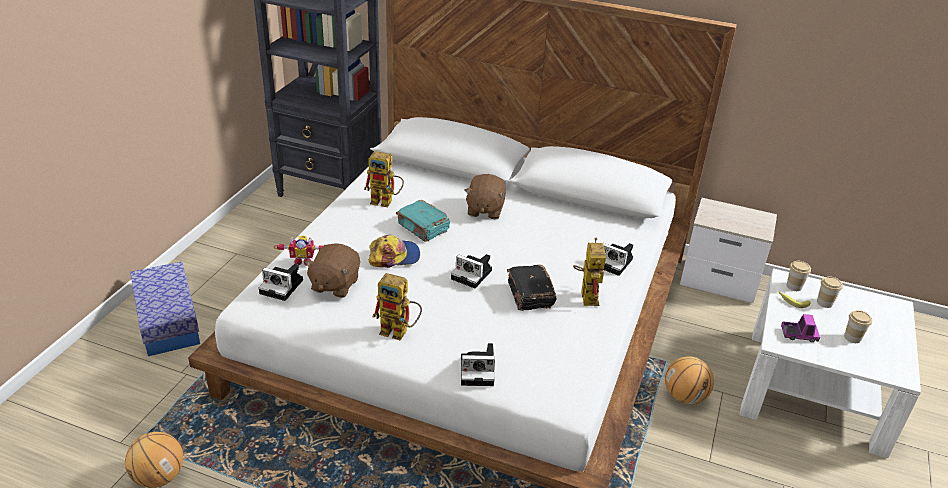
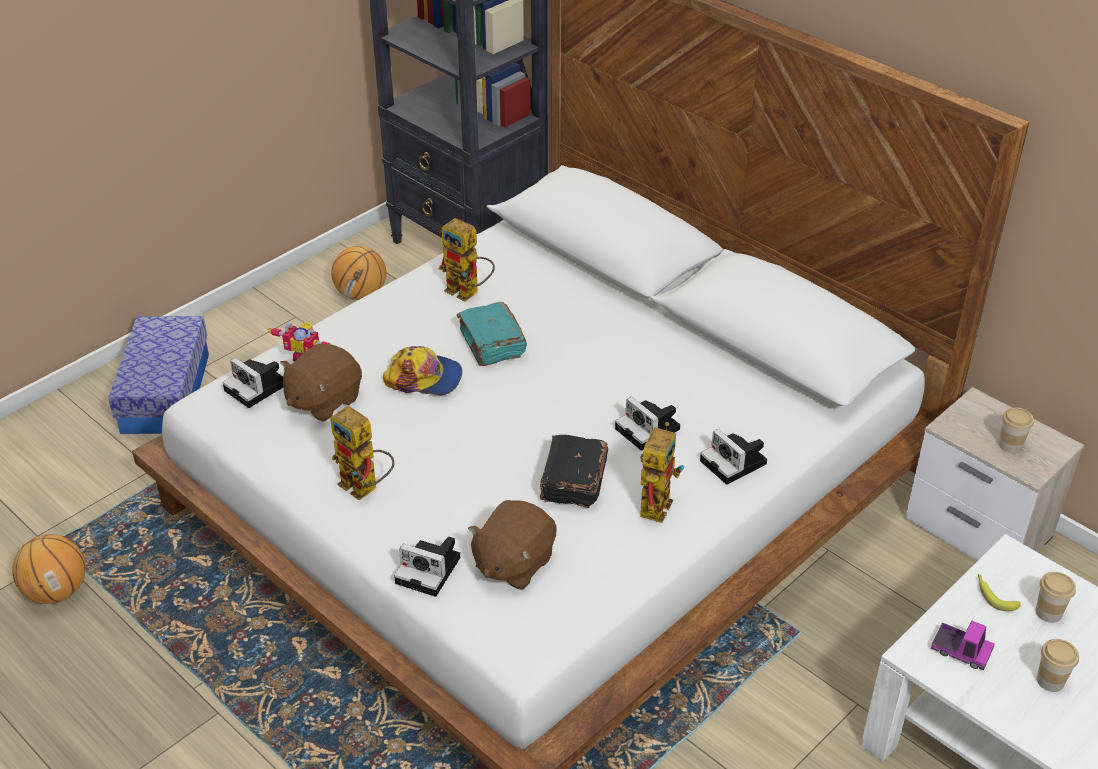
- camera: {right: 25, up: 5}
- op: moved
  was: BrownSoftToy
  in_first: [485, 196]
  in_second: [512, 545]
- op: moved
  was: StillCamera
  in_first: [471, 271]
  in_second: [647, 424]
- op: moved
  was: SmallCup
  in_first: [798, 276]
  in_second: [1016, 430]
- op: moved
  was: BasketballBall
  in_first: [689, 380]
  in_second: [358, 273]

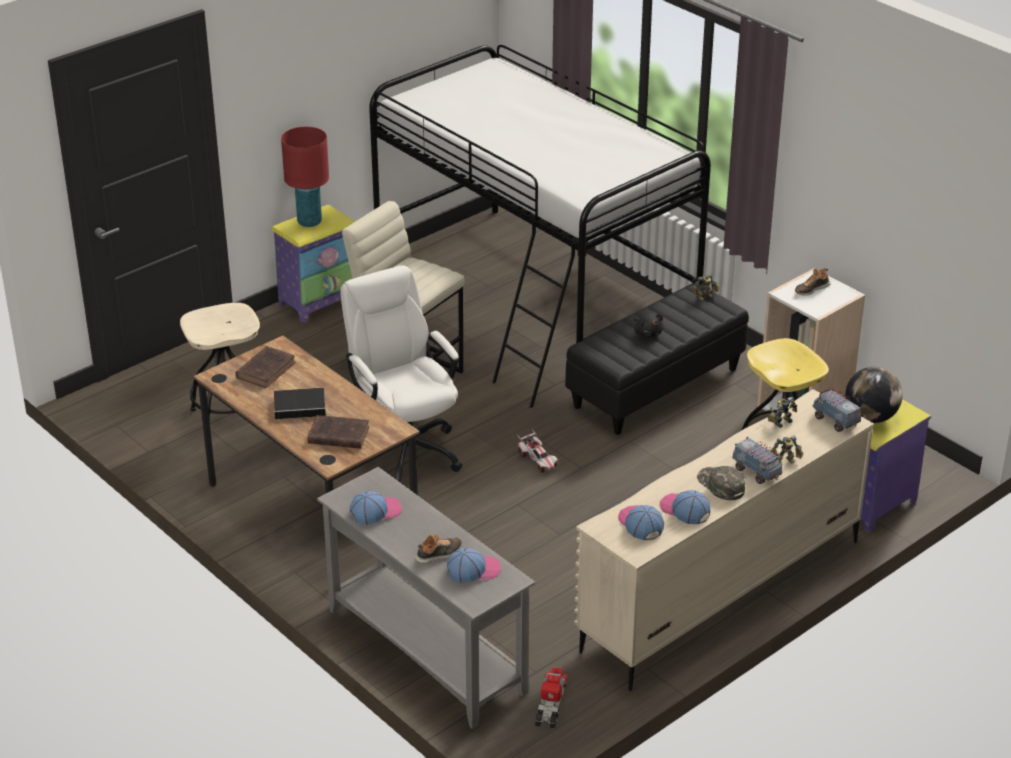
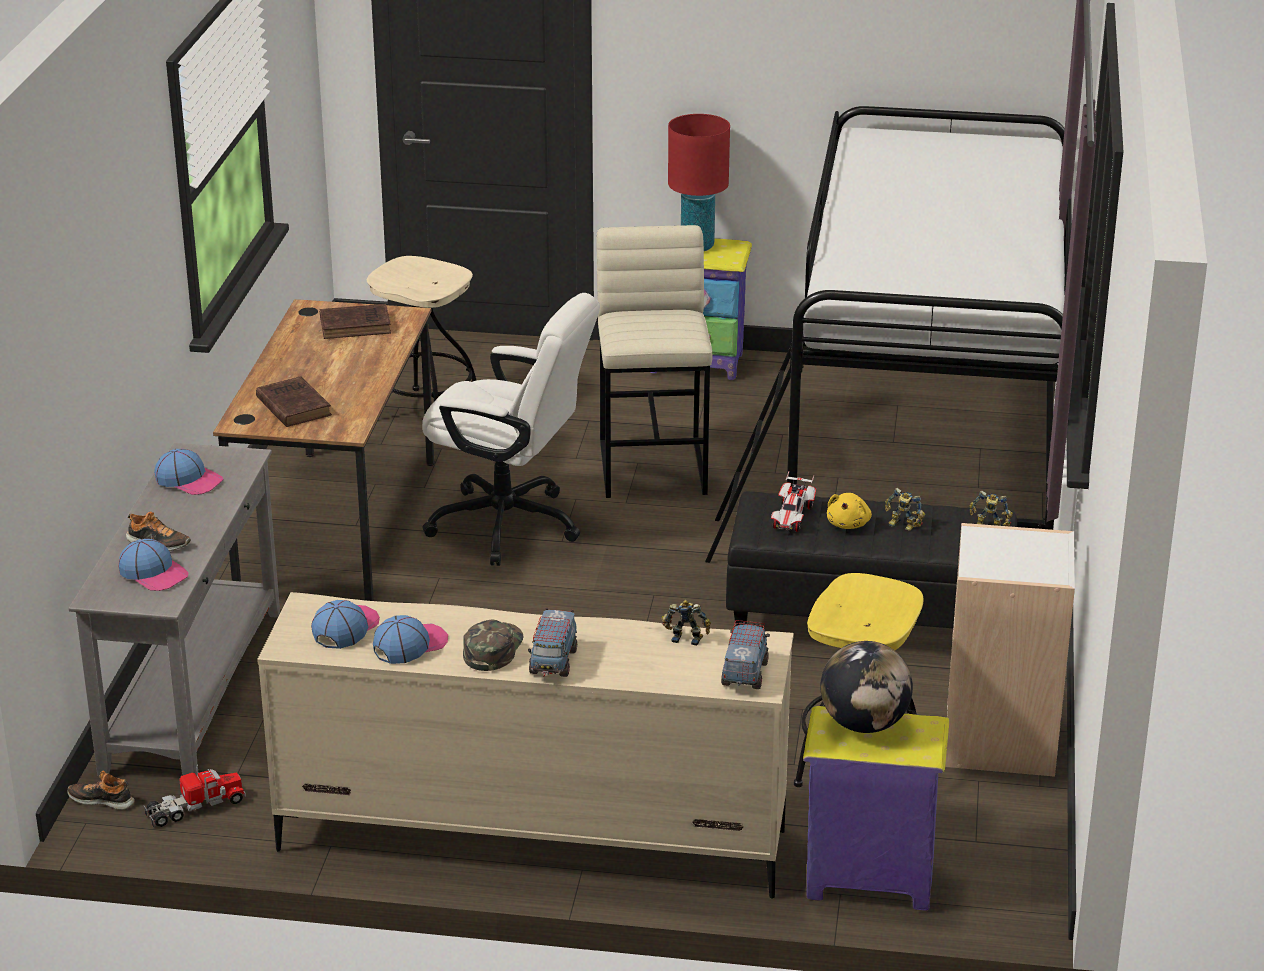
- camera: {right: 50, up: -5}
- op: turned
  was: WhiteColouredDeskChair
  in_first: [401, 374]
  in_second: [511, 429]
  clockwise: 90
- op: moved
  was: Shoe
  in_first: [813, 282]
  in_second: [101, 790]
- op: recoloured
  was: BlackSoftToy
  now: YellowSoftToy
  in_first: [649, 325]
  in_second: [849, 511]
- op: removed
  was: Volume
  in_first: [304, 403]
- op: moved
  was: MiniatureCar
  in_first: [538, 451]
  in_second: [793, 502]
- op: moved
  was: ModelRobot
  in_first: [786, 451]
  in_second: [905, 509]
- op: turned
  was: Cap
  in_first: [685, 507]
  in_second: [410, 639]
  clockwise: 45

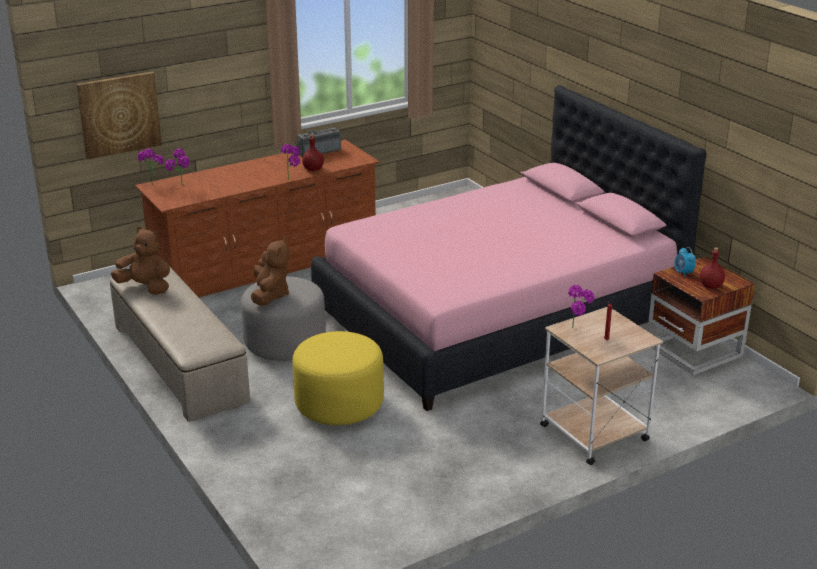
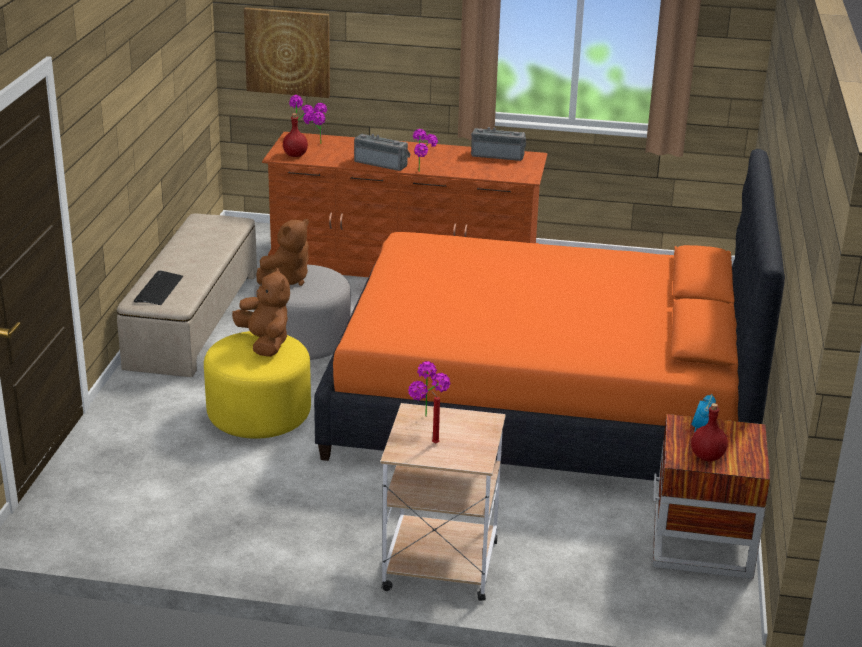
- camera: {right: 40, up: 0}
- op: recoloured
  was: PinkishBed
  now: OrangeColouredBed
  in_first: [508, 248]
  in_second: [549, 315]
- op: moved
  was: ReddishDrinkBottle
  in_first: [313, 152]
  in_second: [295, 135]
- op: moved
  was: BrownSoftToy
  in_first: [140, 261]
  in_second: [261, 312]
- op: added
  now: RadioReceiver
  in_second: [382, 152]
- op: added
  now: ComputerKeyboard
  in_second: [158, 287]

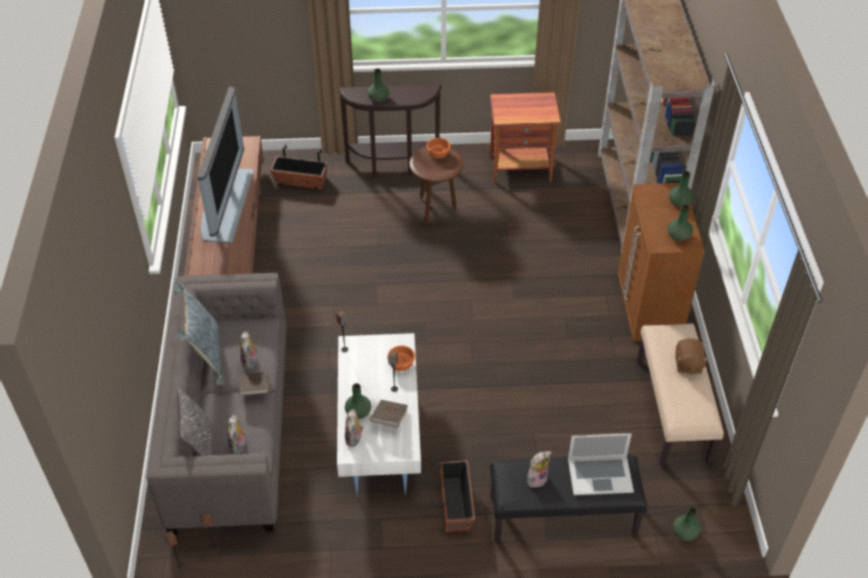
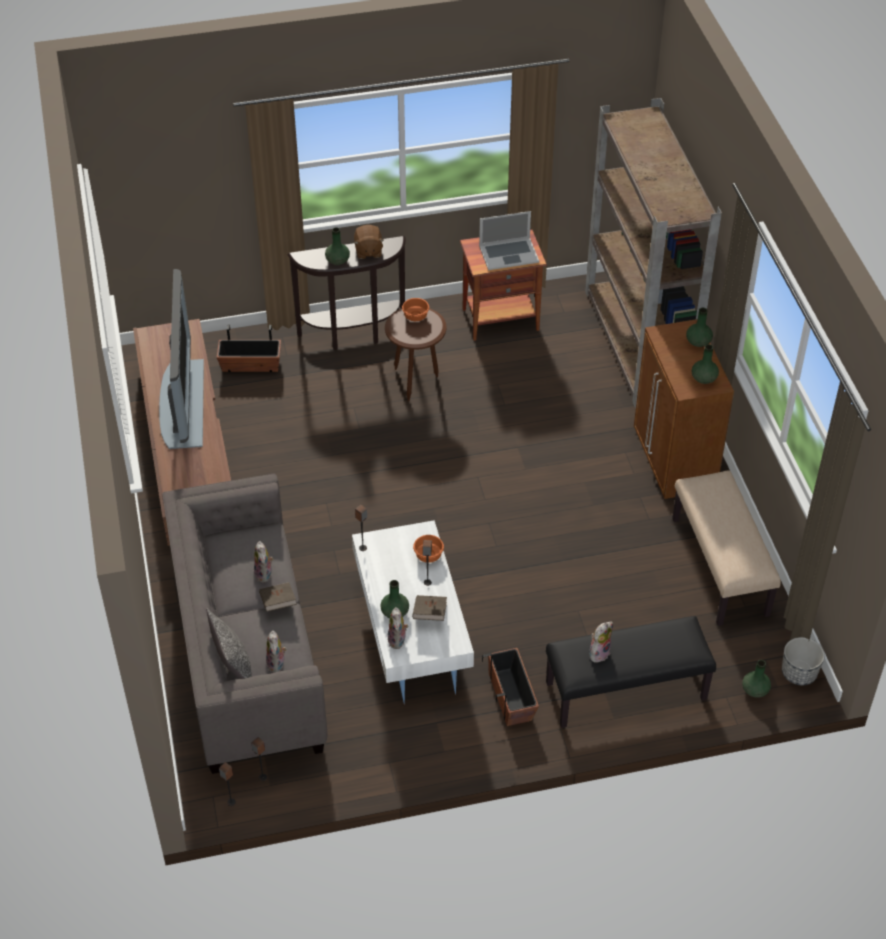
- camera: {right: -10, up: 0}
- op: removed
  was: Pillow
  in_first: [199, 332]
- op: moved
  was: BrownSoftToy
  in_first: [692, 356]
  in_second: [369, 242]
- op: moved
  was: Laptop
  in_first: [601, 464]
  in_second: [509, 240]
- op: added
  now: FlowerPot
  in_second: [803, 661]

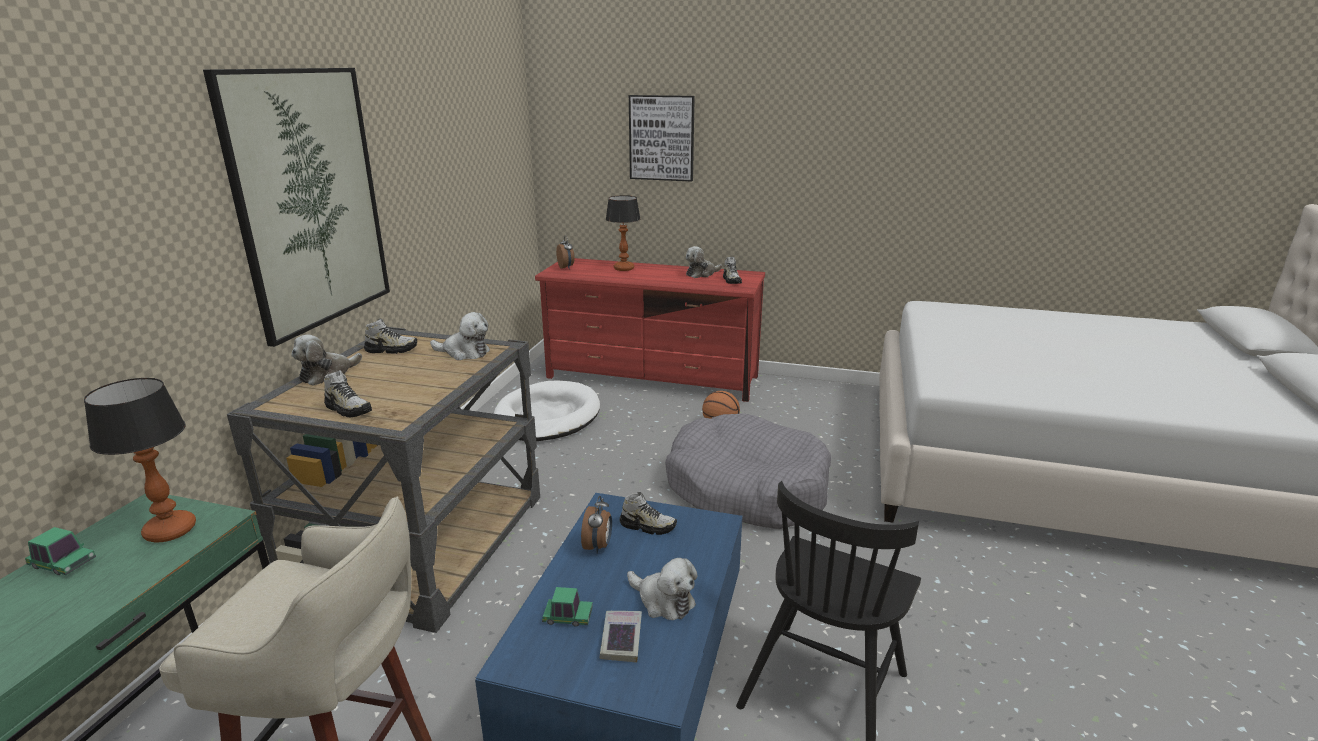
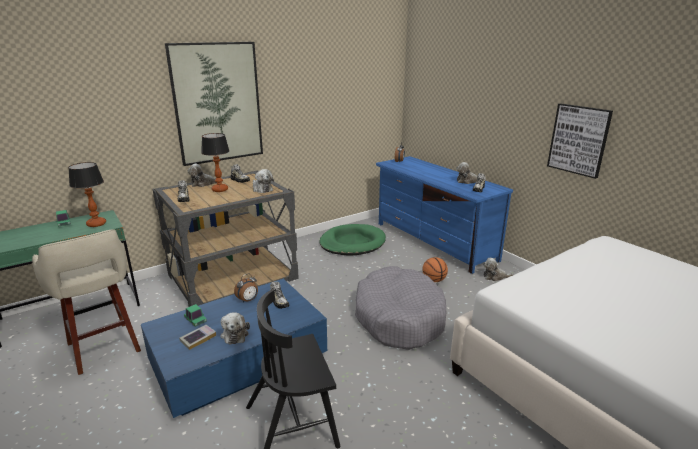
- camera: {right: 40, up: 0}
- op: moved
  was: WallPicture
  in_first: [662, 138]
  in_second: [580, 141]
- op: moved
  was: LampForATable
  in_first: [623, 233]
  in_second: [215, 162]
- op: recoloured
  was: ReddishDresser
  now: BlueDresser
  in_first: [650, 330]
  in_second: [444, 215]
- op: recoloured
  was: WhiteColouredPetBed
  now: GreenishPetBed
  in_first: [547, 410]
  in_second: [353, 239]
- op: added
  now: SoftToy
  in_second: [498, 269]

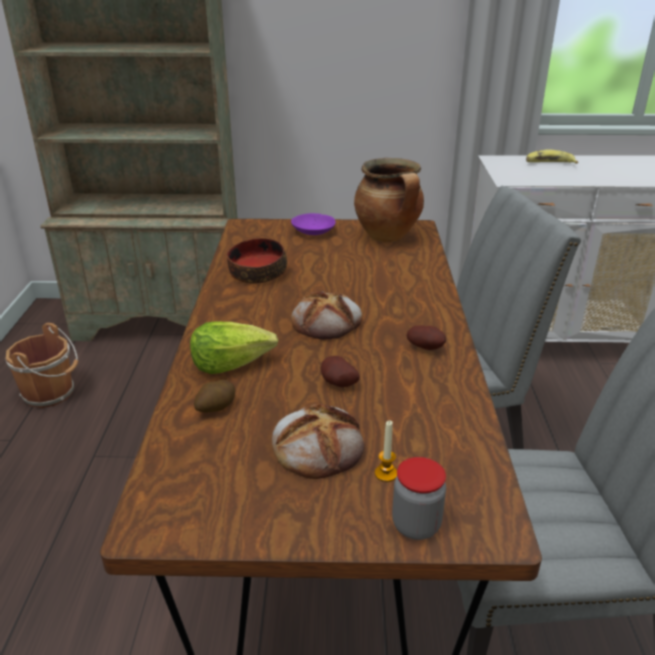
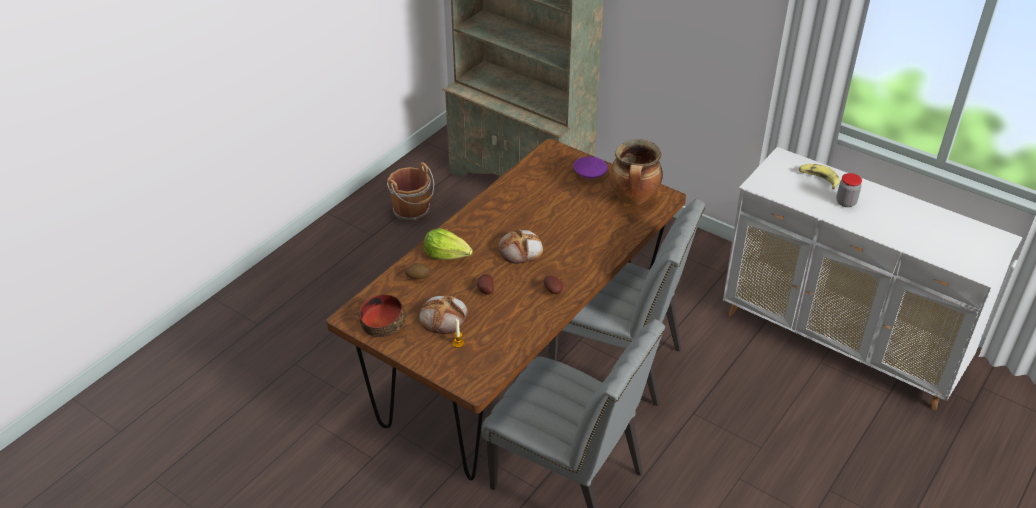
- camera: {right: 35, up: 10}
- op: moved
  was: Bowl
  in_first: [257, 261]
  in_second: [382, 315]
- op: moved
  was: Jar
  in_first: [419, 498]
  in_second: [849, 190]

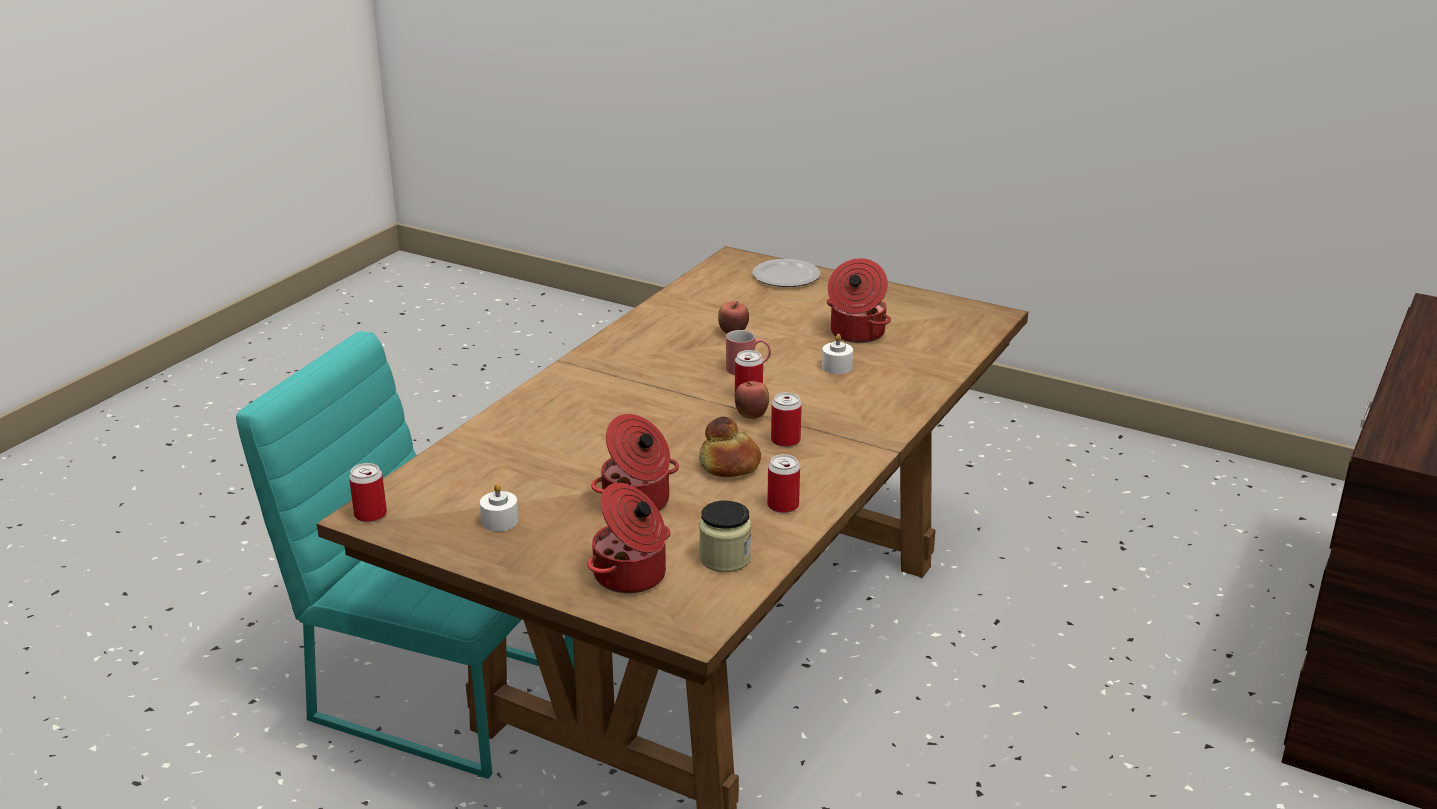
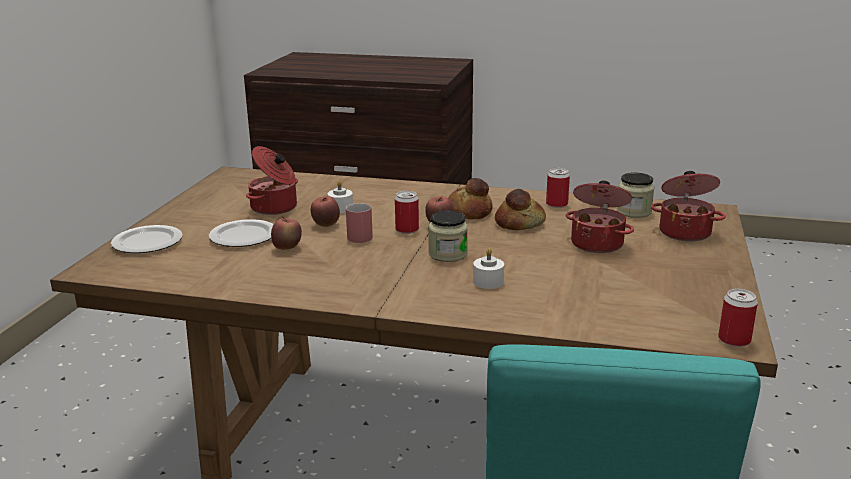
- camera: {right: -105, up: -5}
- op: replaced
  was: MetalCan
  now: BakedBread
  in_first: [786, 420]
  in_second: [470, 198]
- op: moved
  was: WhiteColouredCandle
  in_first: [499, 507]
  in_second: [488, 268]
- op: added
  now: AppleFruit
  in_second: [325, 211]
- op: added
  now: Jar
  in_second: [448, 236]
- op: added
  now: DinnerPlate
  in_second: [241, 233]

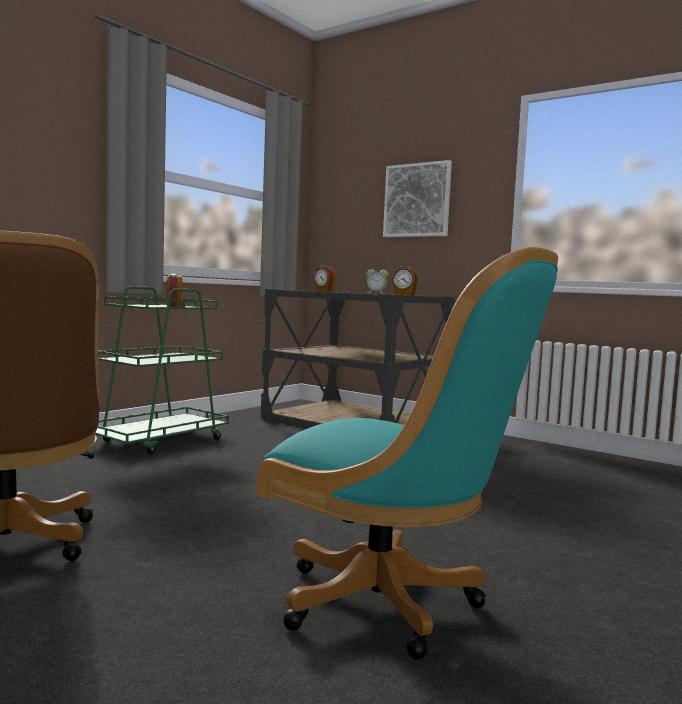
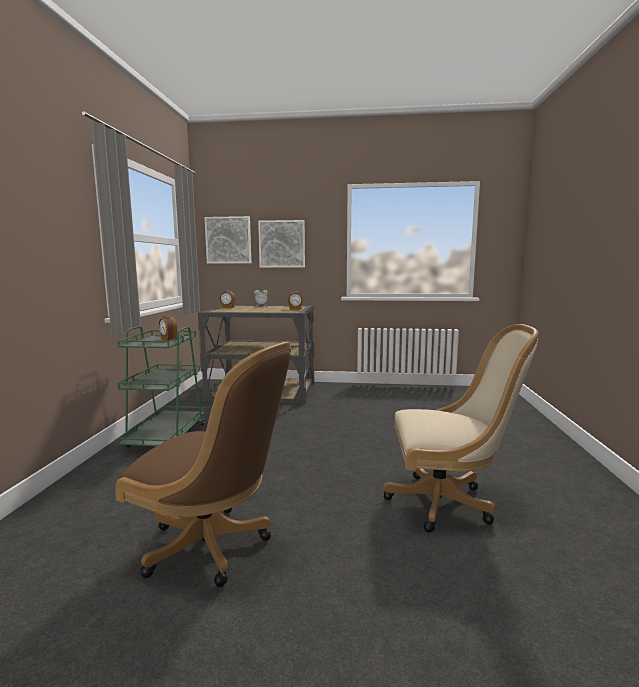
- camera: {right: -30, up: 5}
- op: recoloured
  was: TurquoiseDeskChair
  now: SandColouredDeskChair
  in_first: [407, 453]
  in_second: [461, 428]
- op: added
  now: WallPicture
  in_second: [227, 240]

